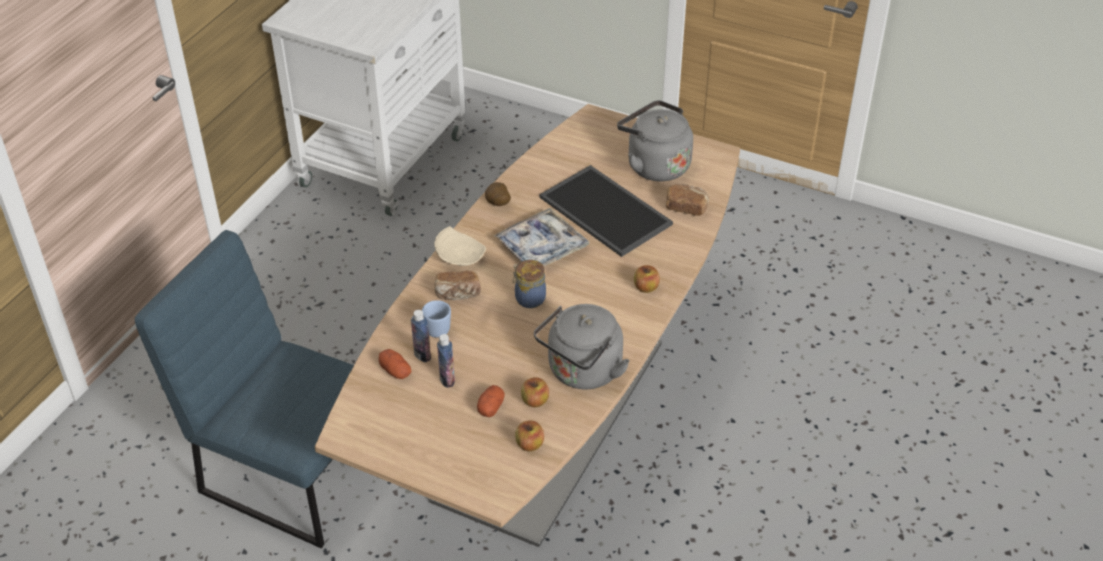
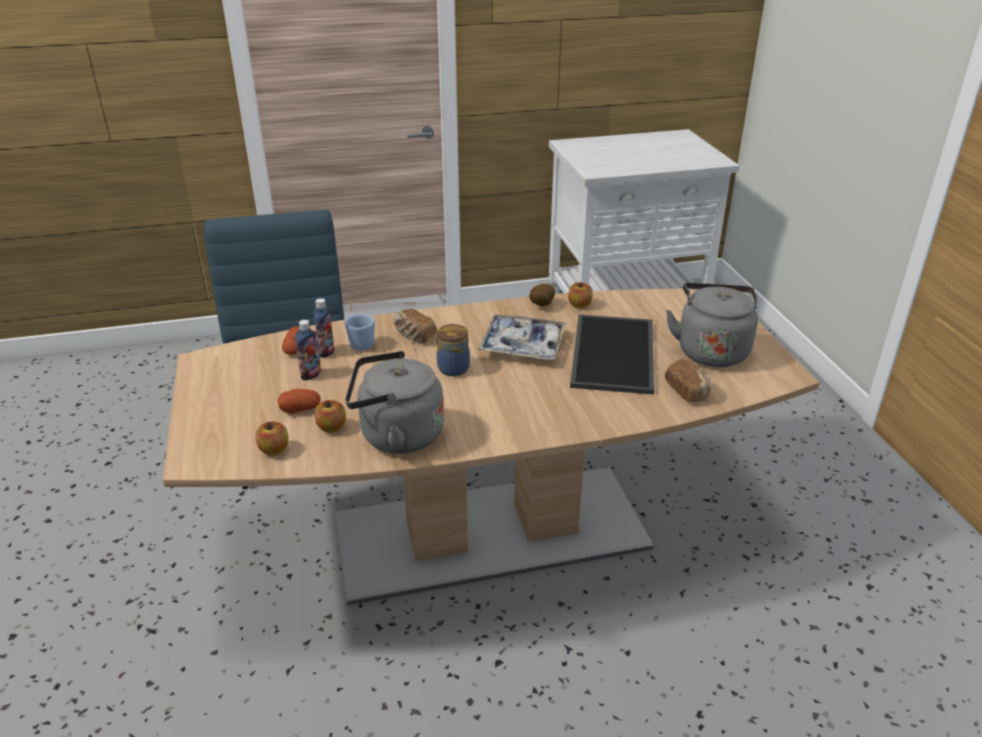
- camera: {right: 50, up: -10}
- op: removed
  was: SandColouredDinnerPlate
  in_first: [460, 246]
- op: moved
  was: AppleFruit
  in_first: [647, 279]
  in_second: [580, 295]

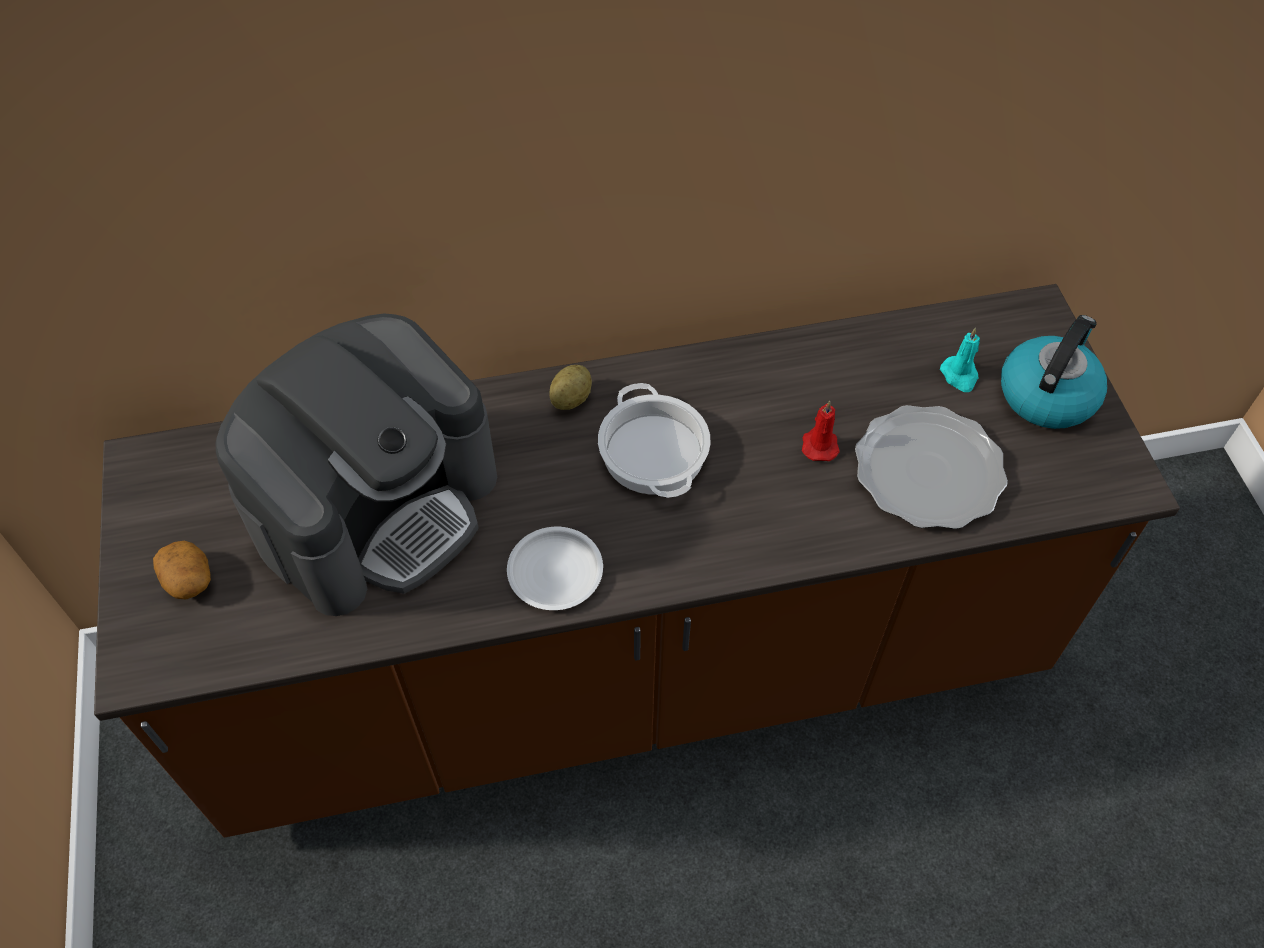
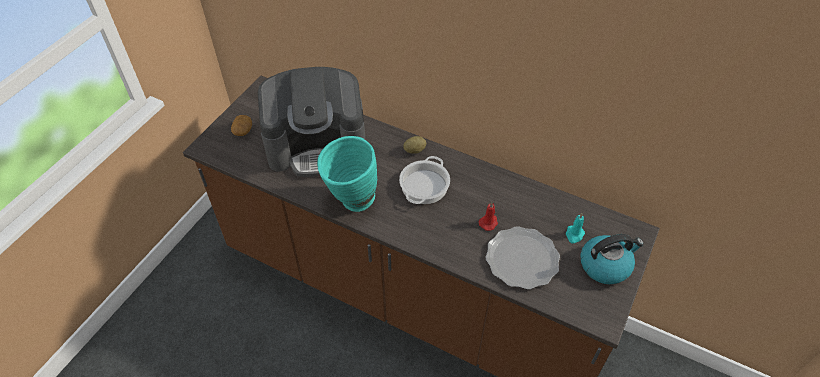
- camera: {right: 40, up: -5}
- op: replaced
  was: WhiteColouredDinnerPlate
  now: TurquoiseDecorativeVase
  in_first: [555, 568]
  in_second: [347, 174]

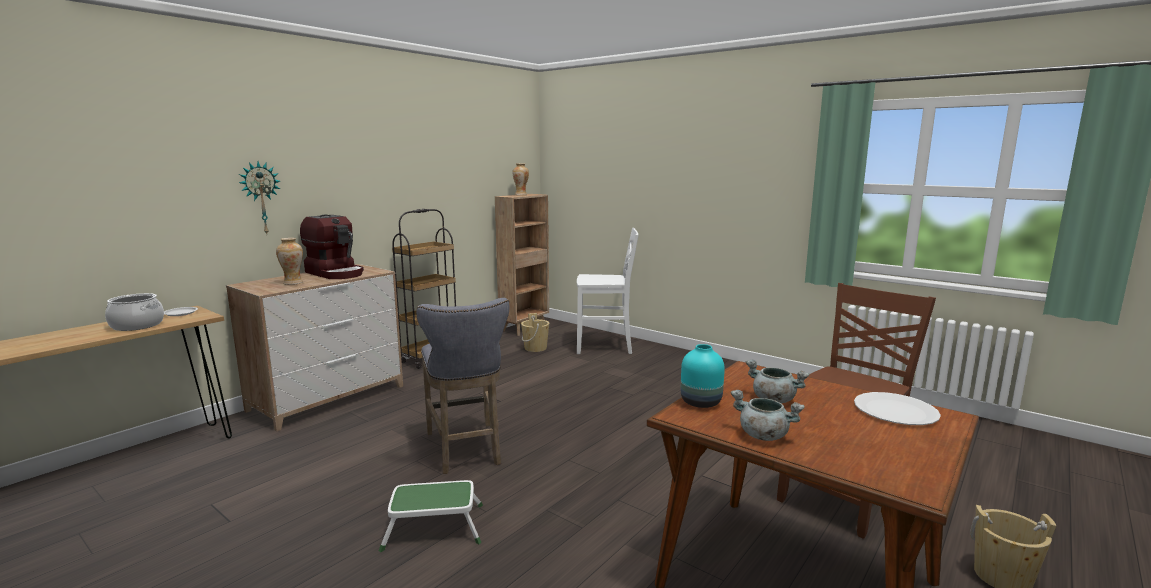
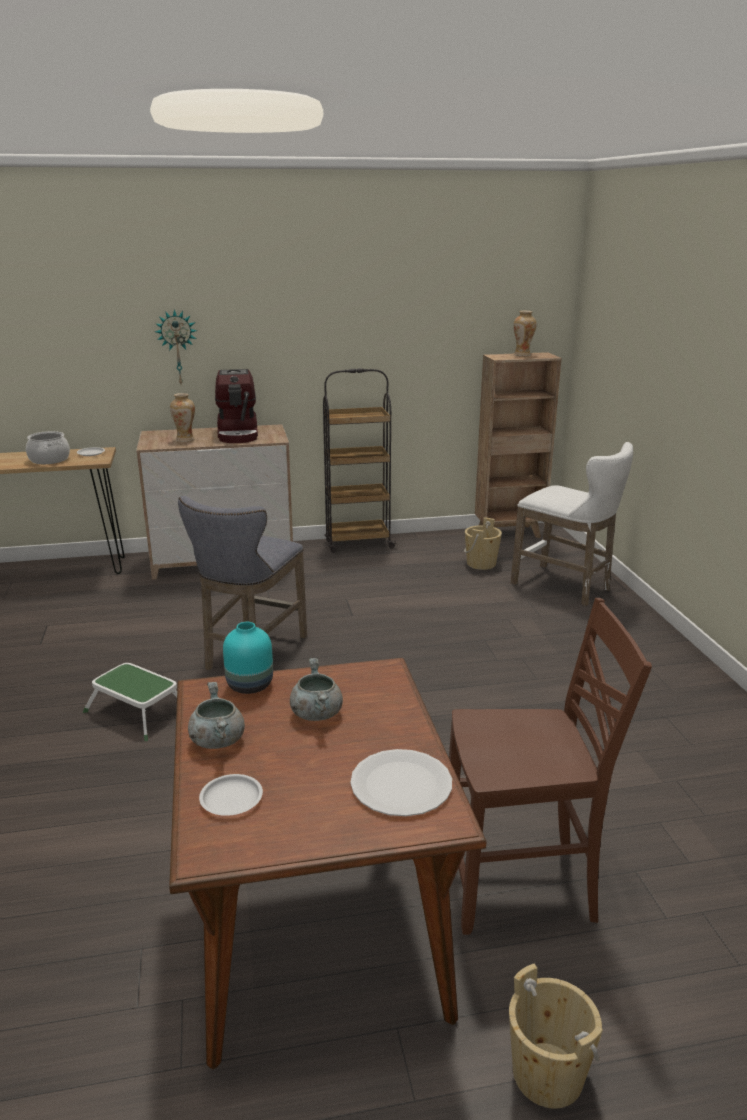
- camera: {right: 40, up: 10}
- op: replaced
  was: WhiteColouredChair
  now: WhiteColouredStool
  in_first: [608, 291]
  in_second: [572, 524]
- op: added
  now: WhiteColouredDinnerPlate
  in_second: [231, 795]

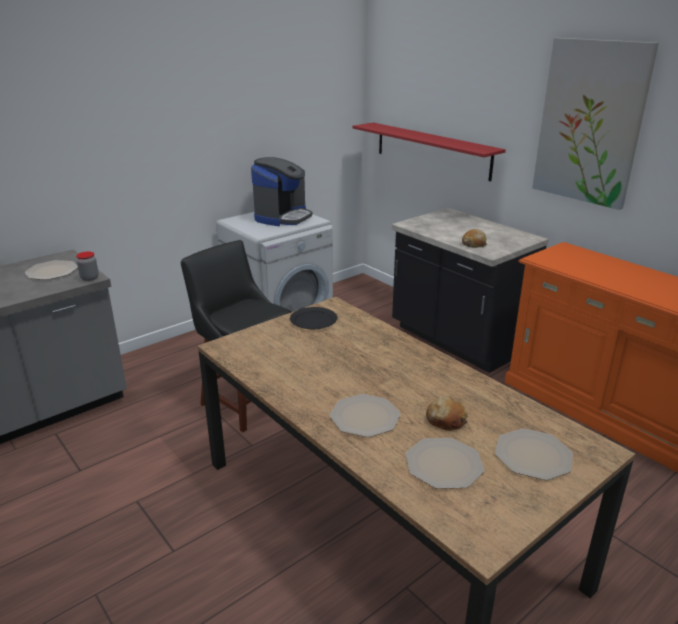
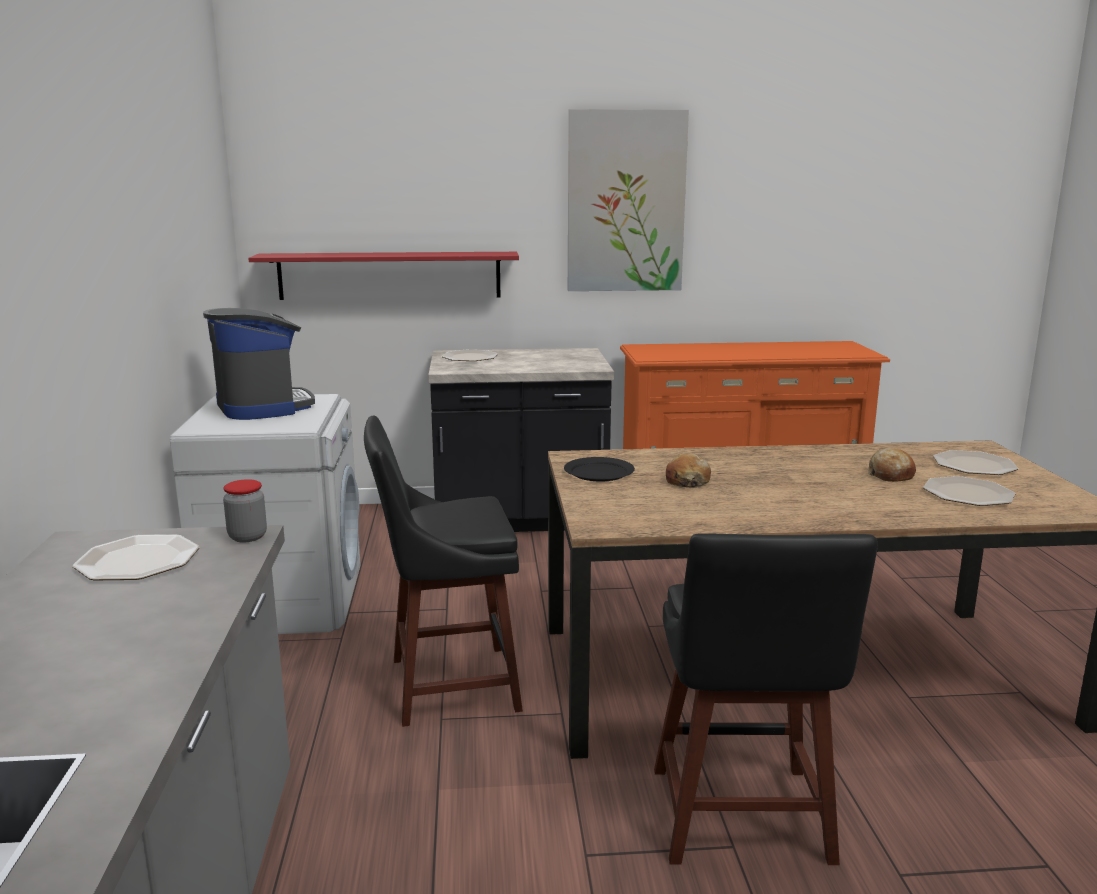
- camera: {right: -55, up: -10}
- op: moved
  was: BakedBread
  in_first: [474, 238]
  in_second: [688, 470]
- op: moved
  was: DinnerPlate
  in_first: [365, 415]
  in_second: [470, 355]
- op: added
  now: BlackChair
  in_second: [766, 699]

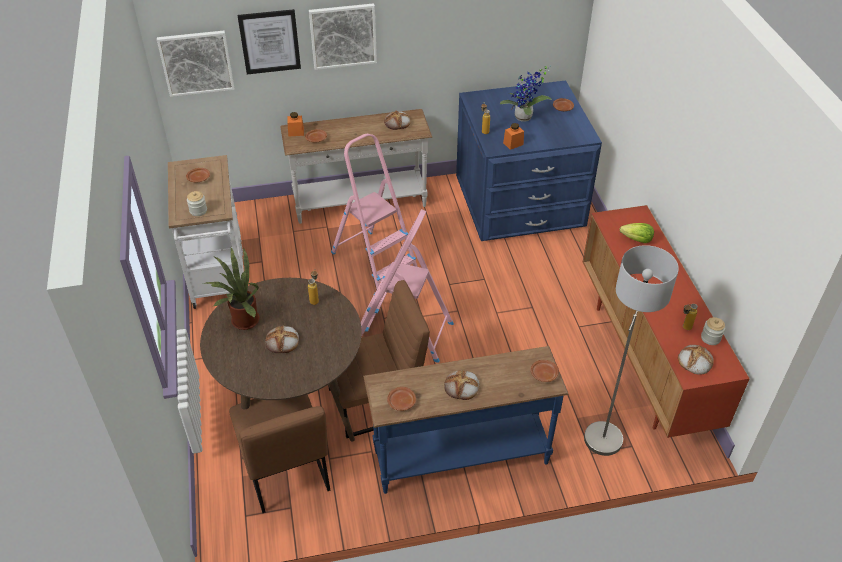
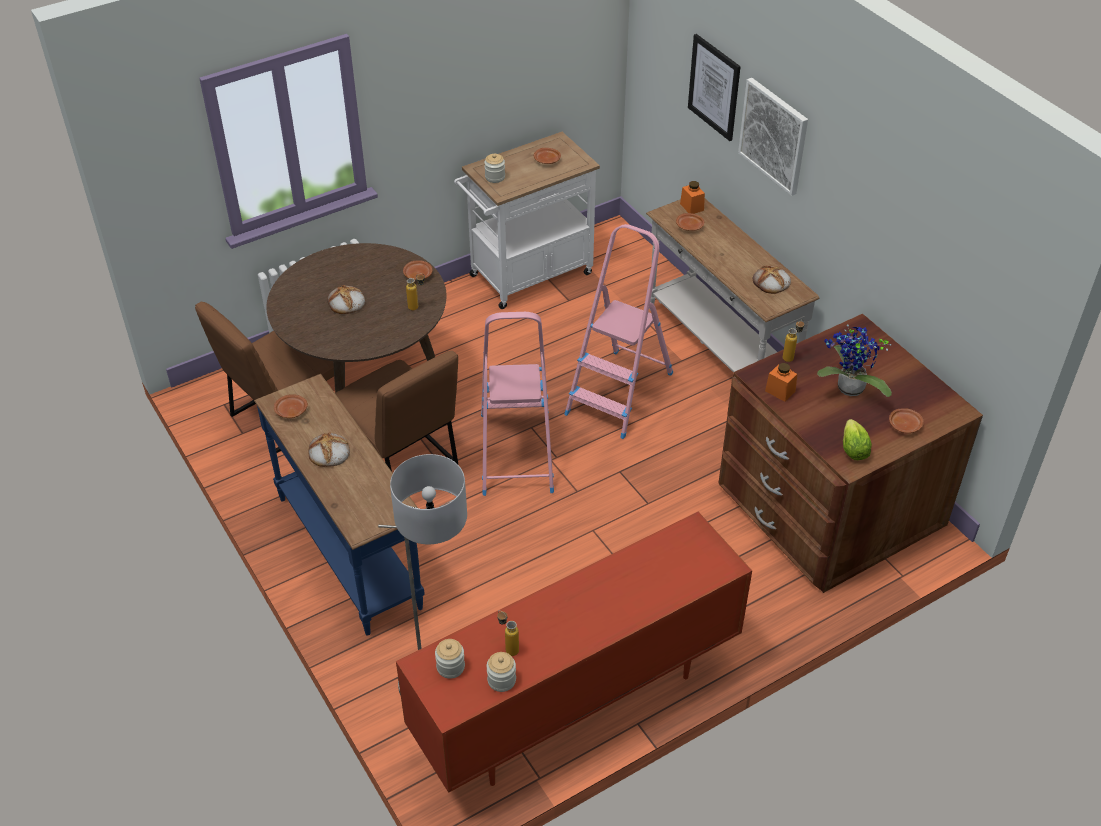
- camera: {right: 70, up: 0}
- op: removed
  was: WallPicture
  in_first: [196, 64]
- op: recoloured
  was: BlueDresser
  now: BrownDresser
  in_first: [529, 160]
  in_second: [850, 453]
- op: moved
  was: LettuceHead
  in_first: [637, 233]
  in_second: [857, 439]
- op: removed
  was: PottedPlant
  in_first: [232, 288]
- op: replaced
  was: BakedBread
  now: Jar
  in_first: [696, 360]
  in_second: [450, 659]
- op: moved
  was: BrownDinnerPlate
  in_first: [544, 371]
  in_second: [418, 270]

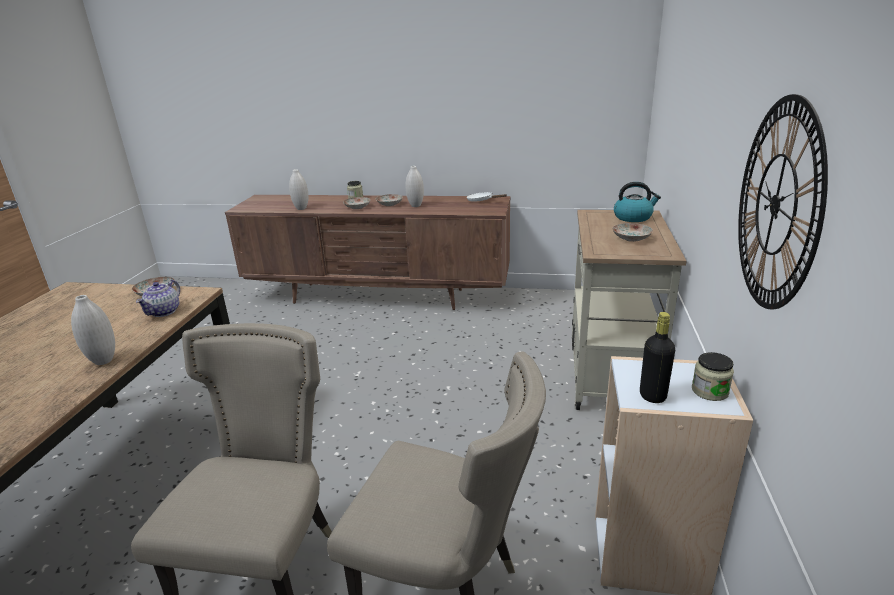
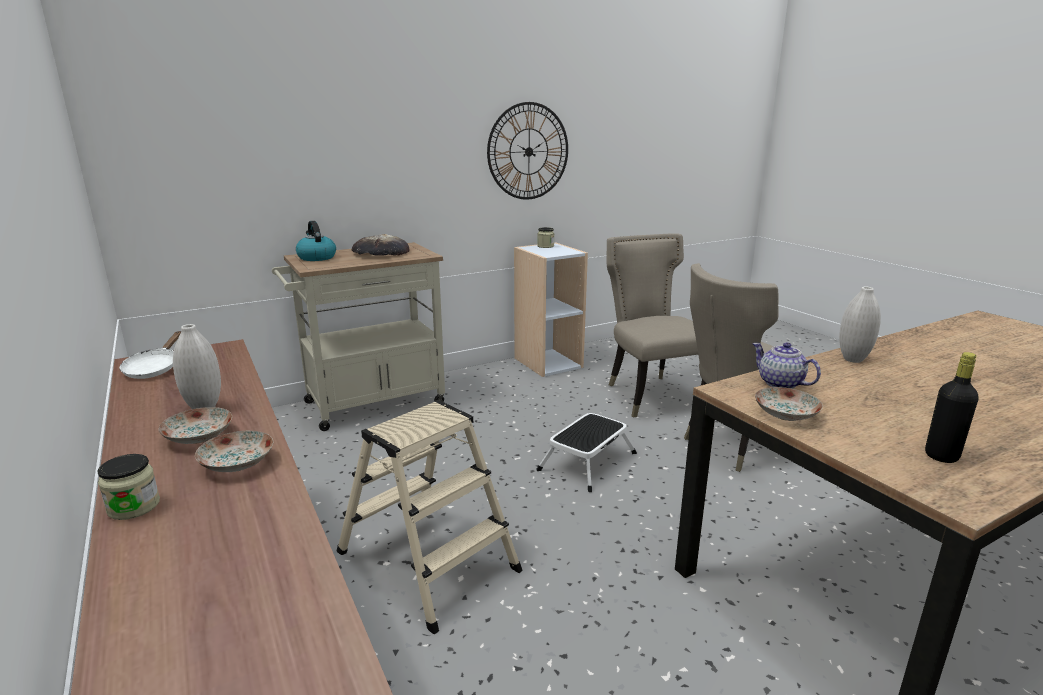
- camera: {right: -130, up: -5}
- op: removed
  was: WhiteColouredDecorativeVase
  in_first: [298, 189]
- op: replaced
  was: DinnerPlate
  now: BakedBread
  in_first: [633, 232]
  in_second: [380, 245]
- op: turned
  was: TeaPot
  in_first: [158, 298]
  in_second: [786, 365]
  clockwise: -105
- op: moved
  was: BlackDrinkBottle
  in_first: [657, 357]
  in_second: [951, 407]
- op: added
  now: SandColouredStepladder
  in_second: [429, 517]
- op: added
  now: BlackStepladder
  in_second: [586, 452]

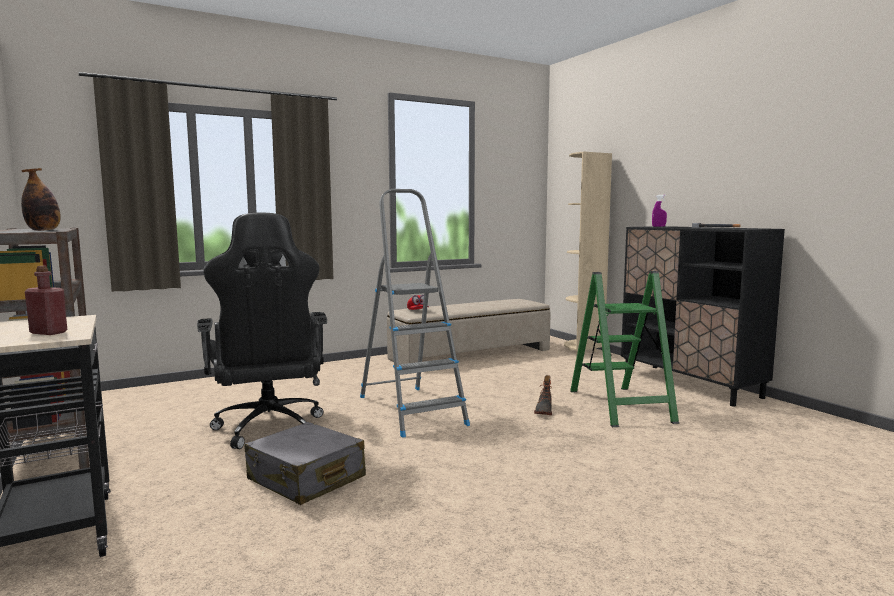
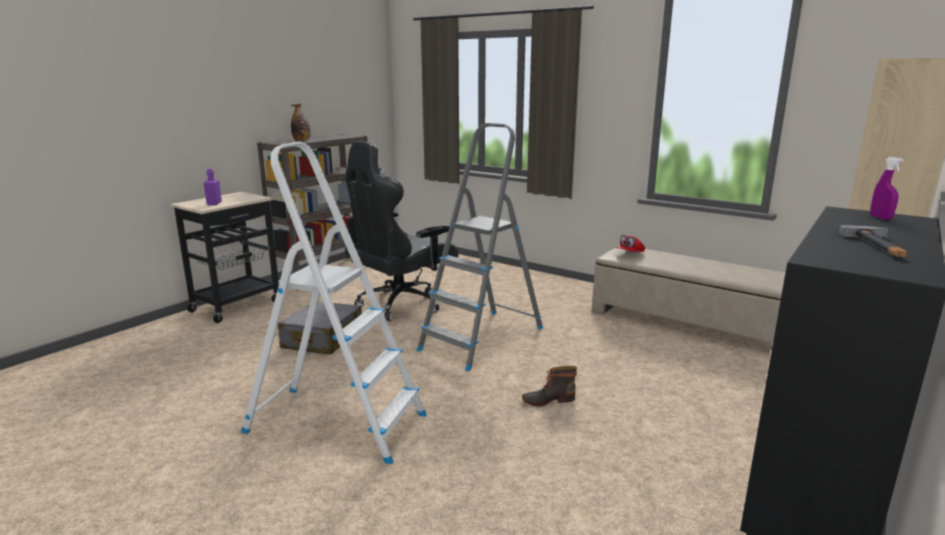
- camera: {right: 65, up: 10}
- op: recoloured
  was: ReddishDrinkBottle
  now: PurpleColouredDrinkBottle
  in_first: [46, 300]
  in_second: [213, 187]
- op: removed
  was: GreenishStepladder
  in_first: [624, 349]
- op: added
  now: WhiteColouredStepladder
  in_second: [334, 303]

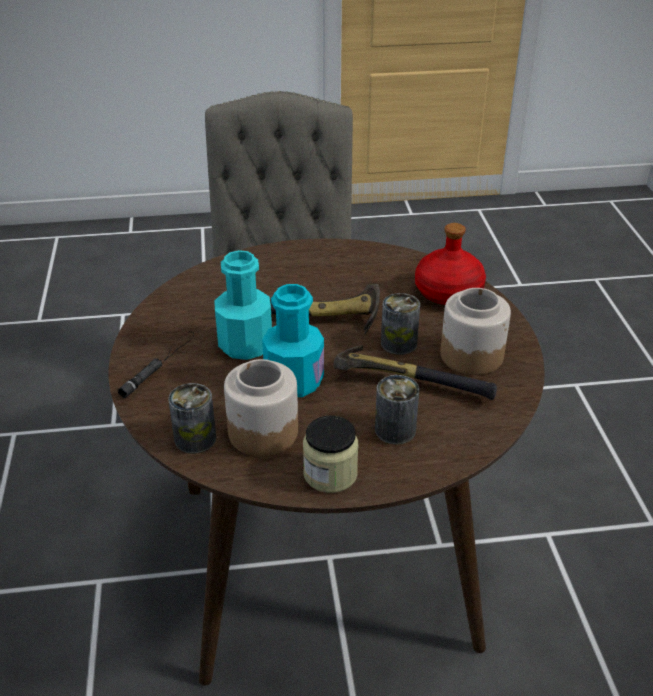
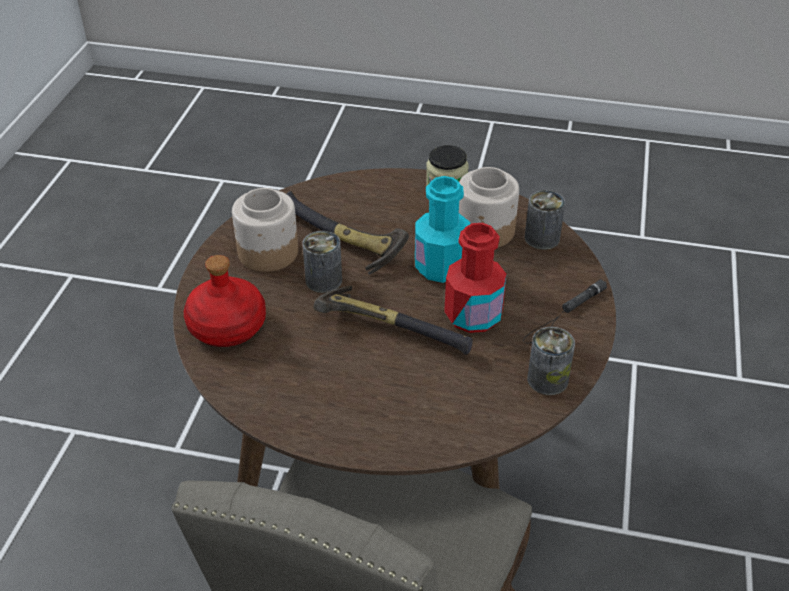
- camera: {right: -160, up: 5}
- op: recoloured
  was: TurquoiseDrinkBottle
  now: ReddishDrinkBottle
  in_first: [243, 305]
  in_second: [475, 278]
- op: moved
  was: MetalCan
  in_first: [397, 410]
  in_second: [551, 361]

